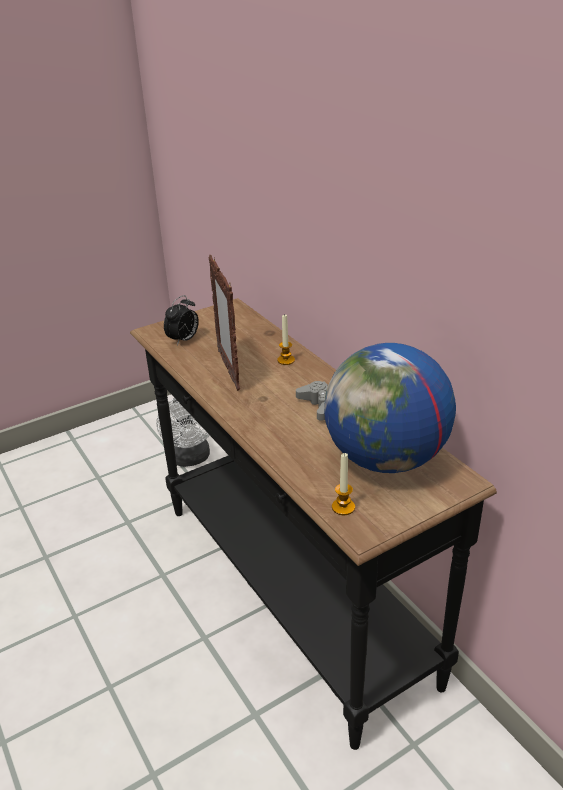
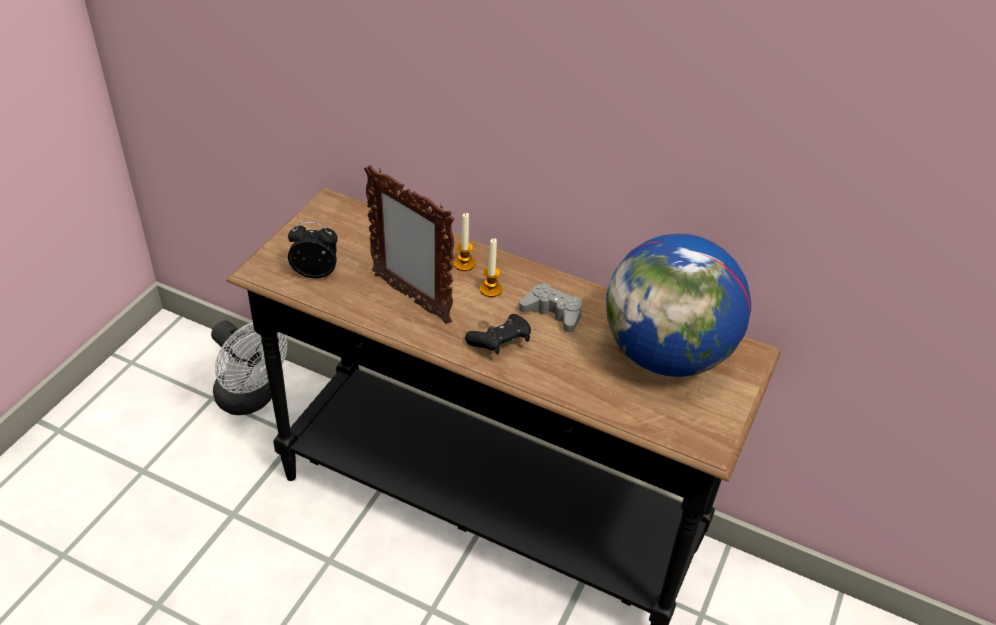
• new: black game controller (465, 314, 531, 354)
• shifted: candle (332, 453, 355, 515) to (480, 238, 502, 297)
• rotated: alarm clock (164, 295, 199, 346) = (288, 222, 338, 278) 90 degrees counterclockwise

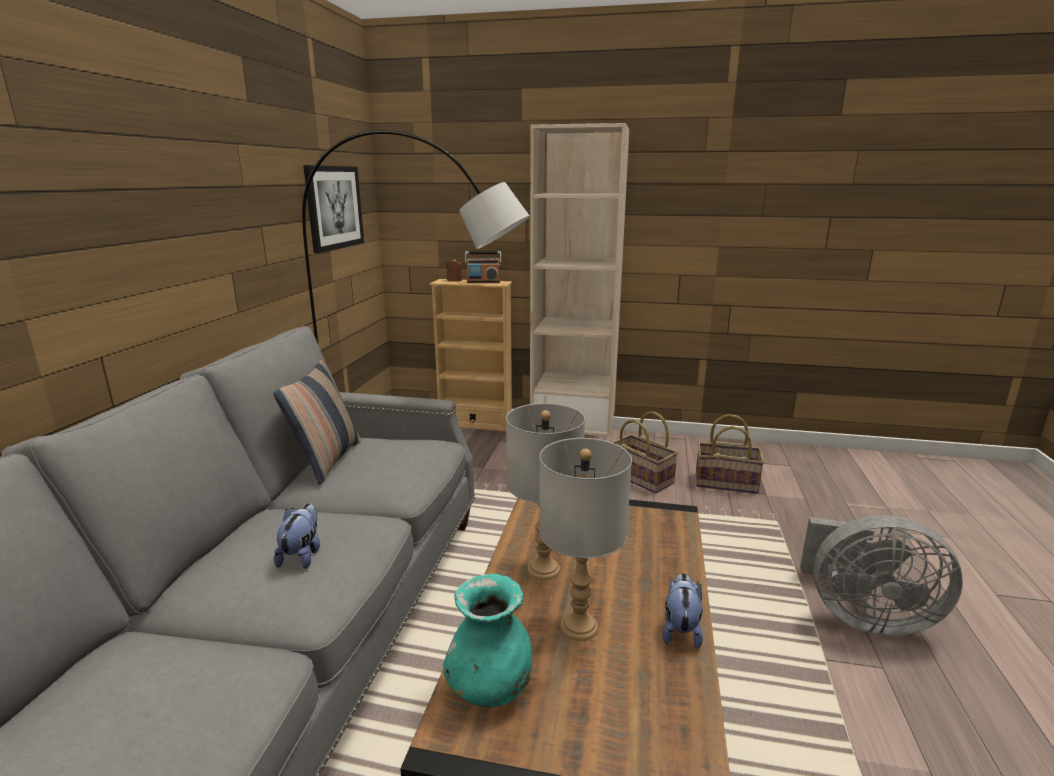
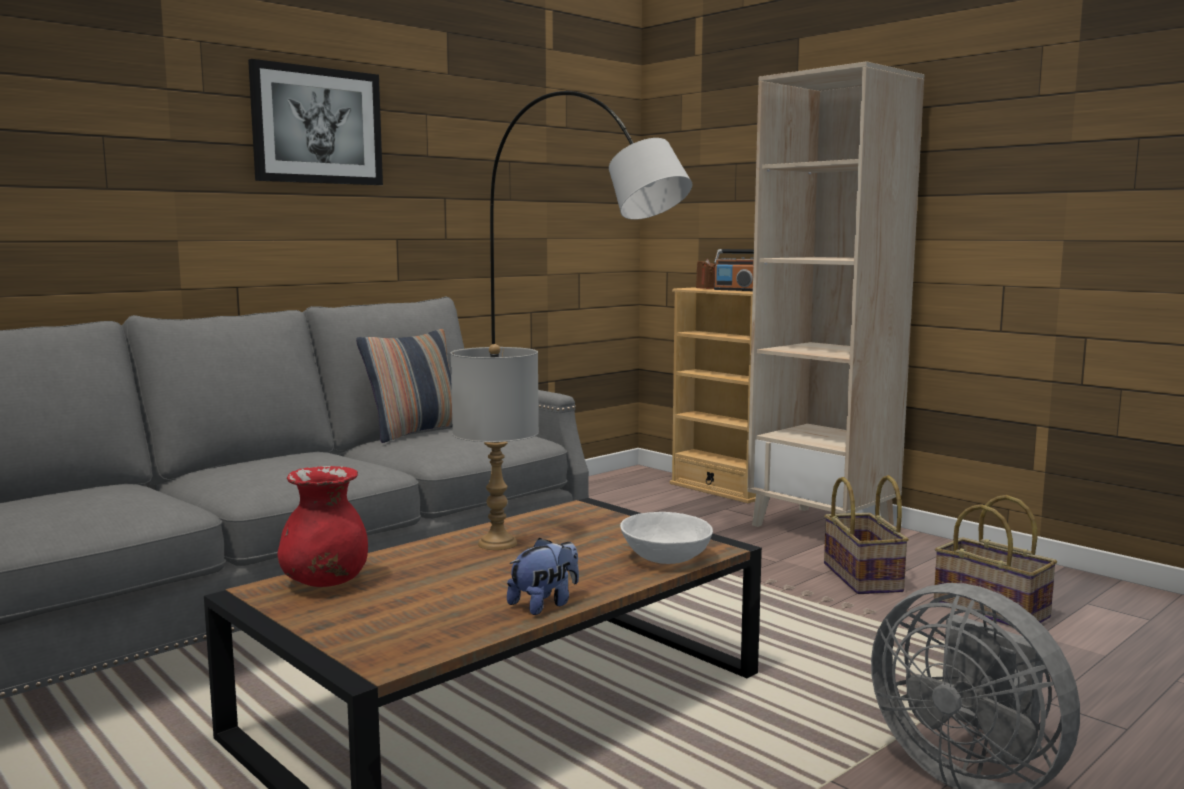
• gone: plush toy (274, 503, 320, 569)
• gone: grey table lamp (539, 438, 632, 641)
• new: white bowl (620, 512, 713, 564)
• shifted: picture (303, 165, 364, 253) to (248, 59, 383, 185)
• repainted: turquoise vase (443, 574, 532, 707) to red vase (277, 466, 368, 587)

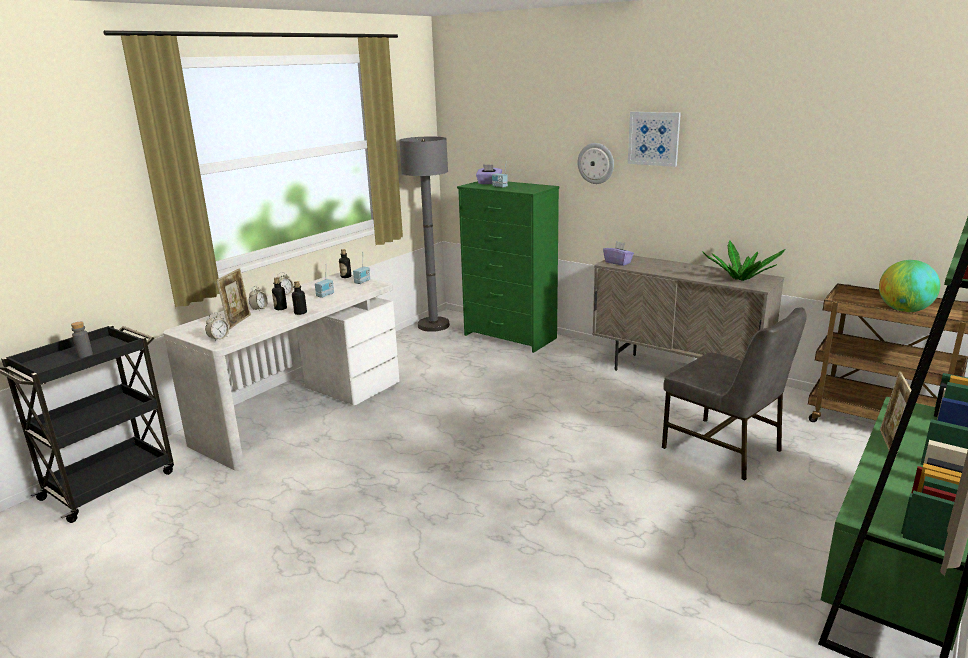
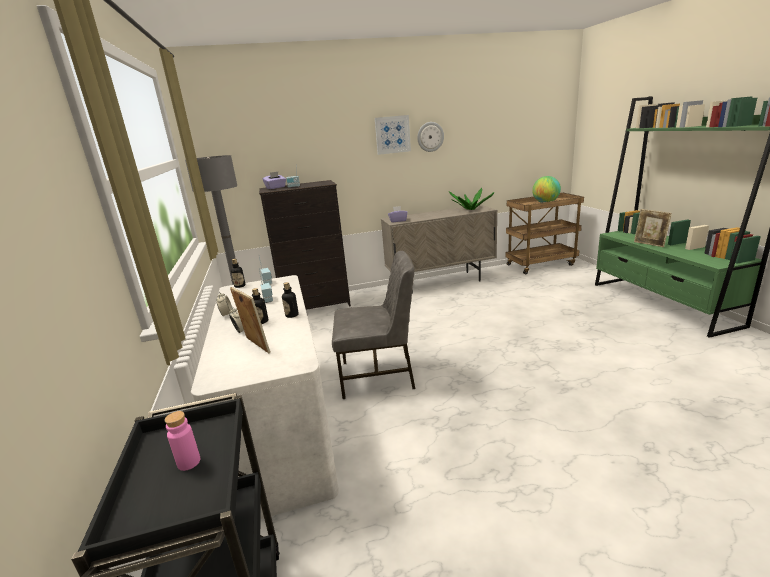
• gone: alarm clock (205, 312, 229, 341)
• shifted: wall clock (578, 143, 614, 184) to (417, 122, 444, 152)
• shifted: grey chair (662, 307, 807, 480) to (332, 251, 416, 399)
• repainted: grey bottle (71, 322, 93, 358) to pink bottle (165, 411, 200, 471)
• repainted: green dresser (457, 181, 559, 353) to black dresser (259, 180, 351, 310)

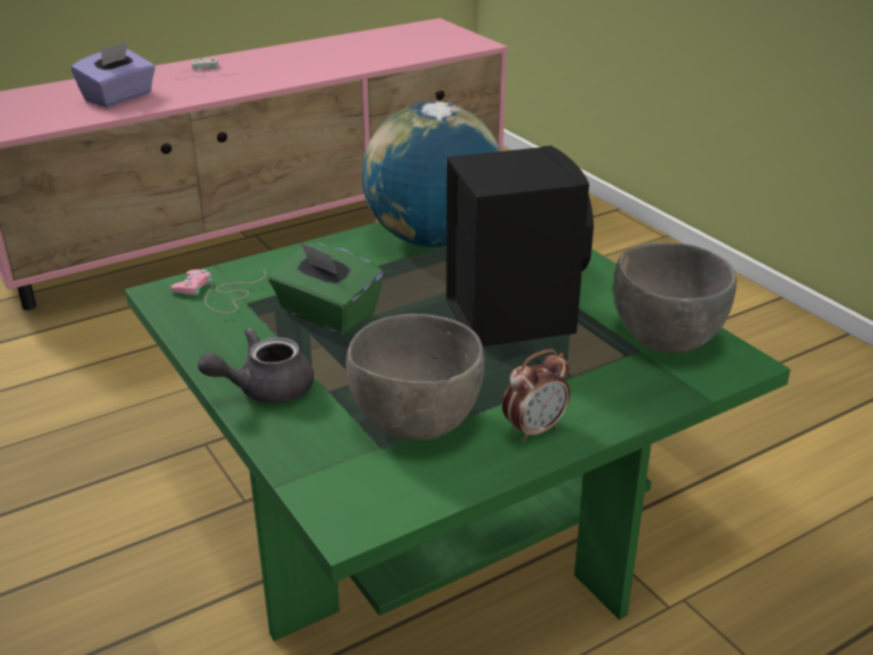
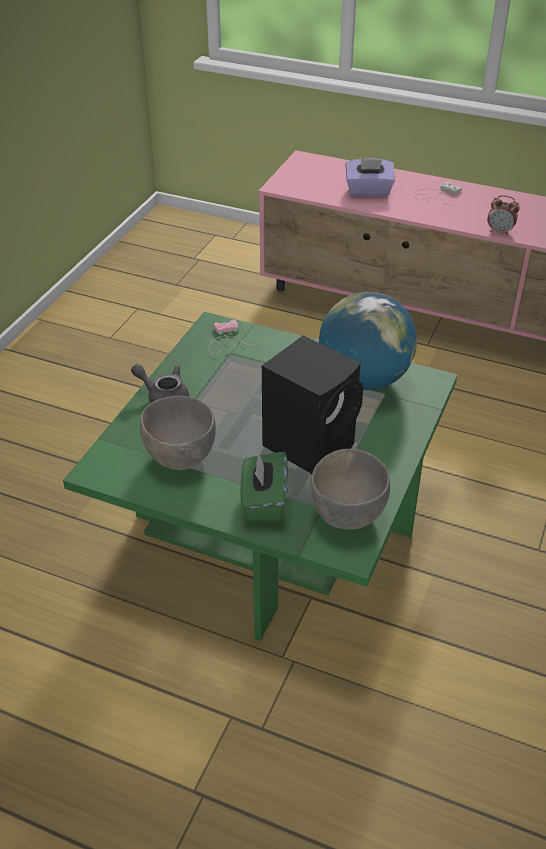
• shifted: green tissue box (269, 242, 384, 334) to (240, 451, 288, 522)
• shifted: alarm clock (502, 349, 570, 442) to (487, 195, 520, 235)

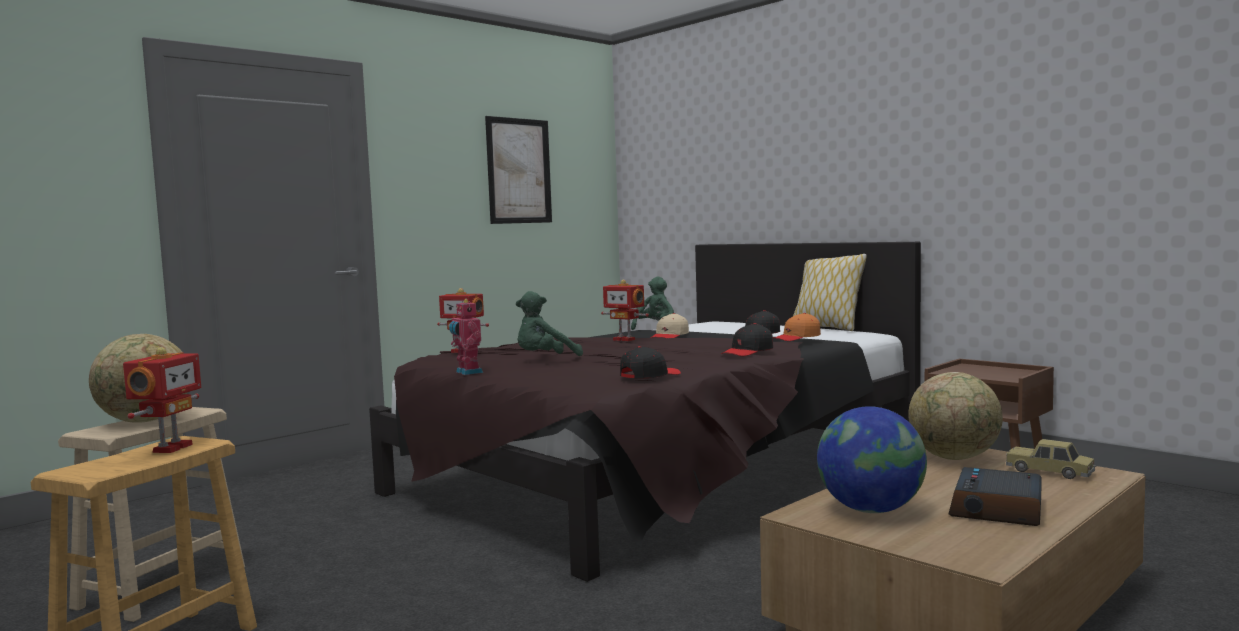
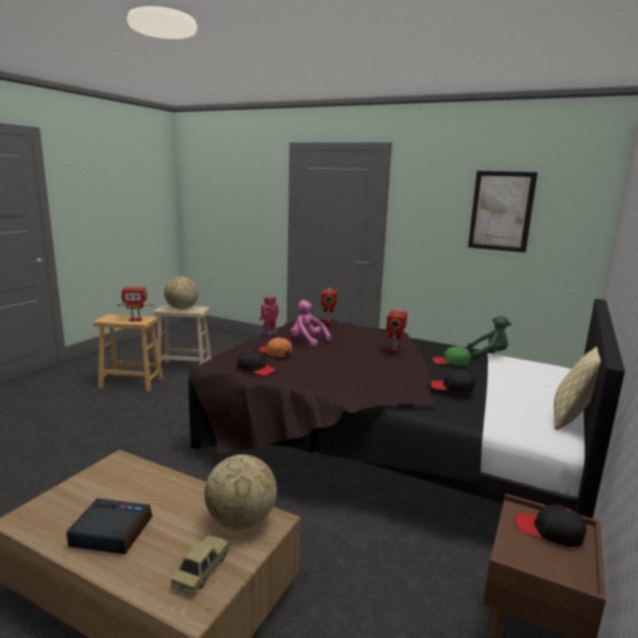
• gone: globe (817, 406, 927, 513)
• shifted: black cap (721, 323, 773, 356) to (516, 505, 587, 547)
• shifted: orange cap (773, 313, 821, 341) to (259, 338, 292, 357)
• repainted: green plush toy (516, 291, 583, 356) to pink plush toy (291, 300, 331, 347)
• repainted: beige cap (651, 313, 689, 338) to green cap (432, 346, 471, 366)

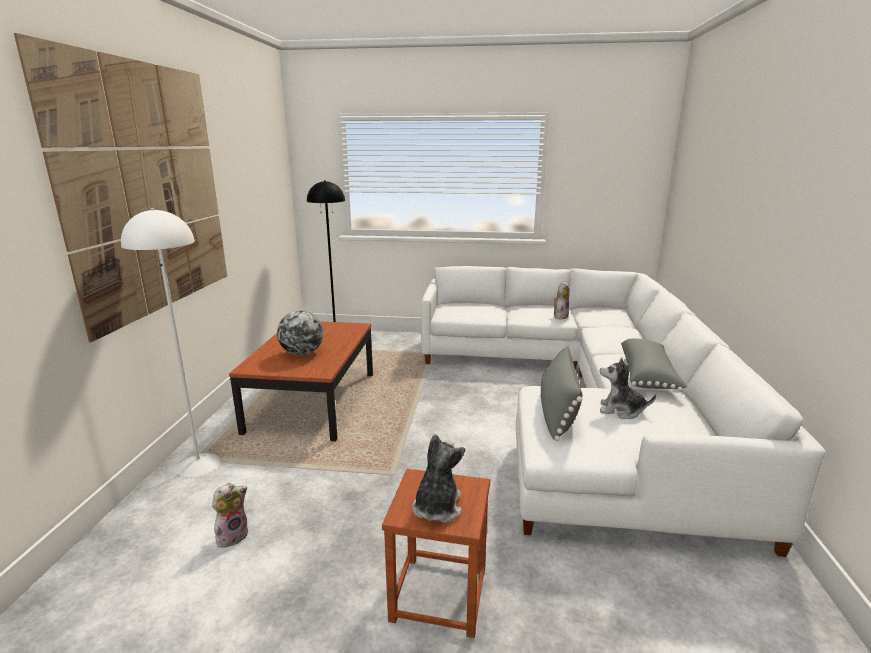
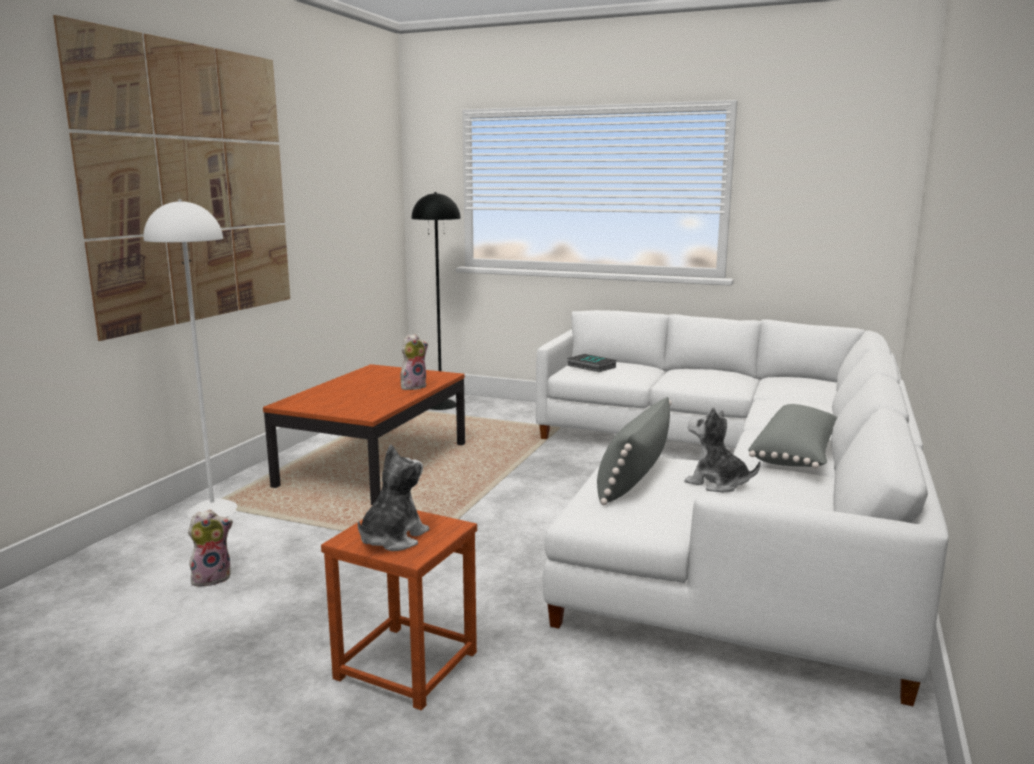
• gone: globe (277, 310, 324, 356)
• new: book (568, 354, 616, 372)
• shifted: plush toy (553, 281, 570, 320) to (401, 334, 428, 390)

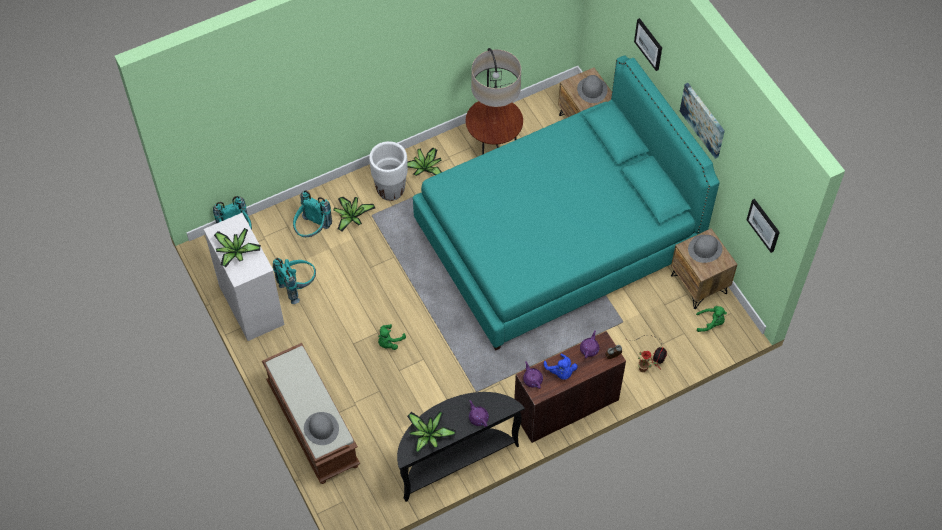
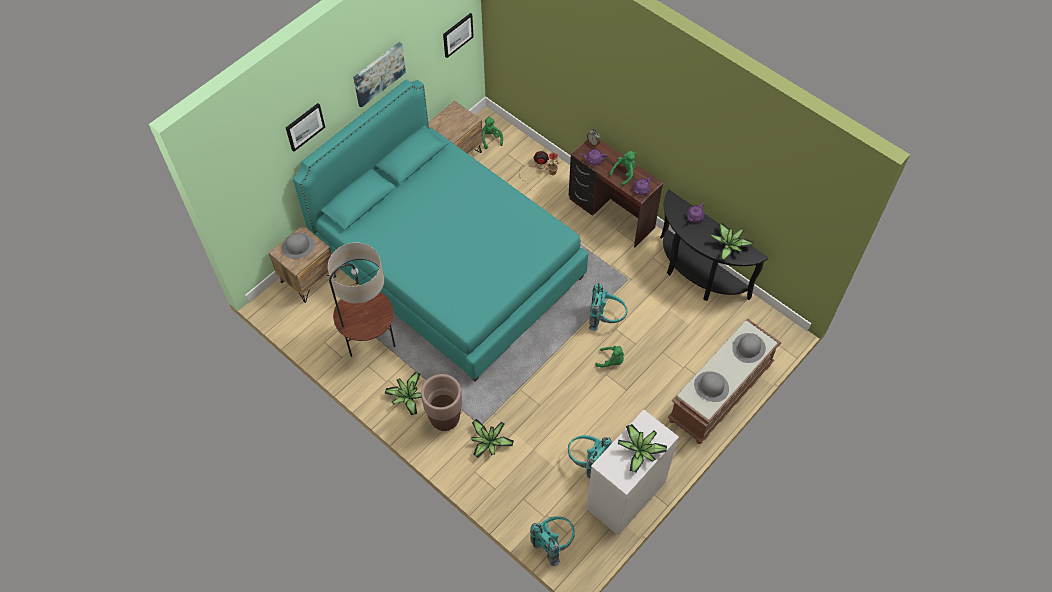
• shifted: turquoise backpack (293, 190, 332, 237) to (589, 283, 628, 331)
• shifted: grey hat (688, 235, 722, 263) to (694, 371, 729, 402)
• repainted: white planter (369, 141, 408, 201) to brown planter (421, 374, 462, 431)
• repainted: blue plush toy (544, 354, 578, 380) to green plush toy (609, 151, 637, 186)

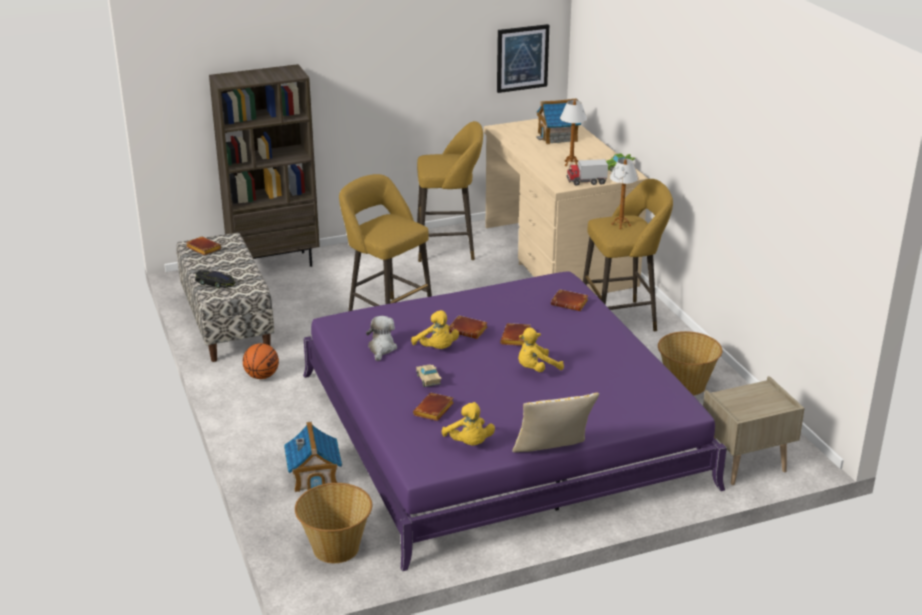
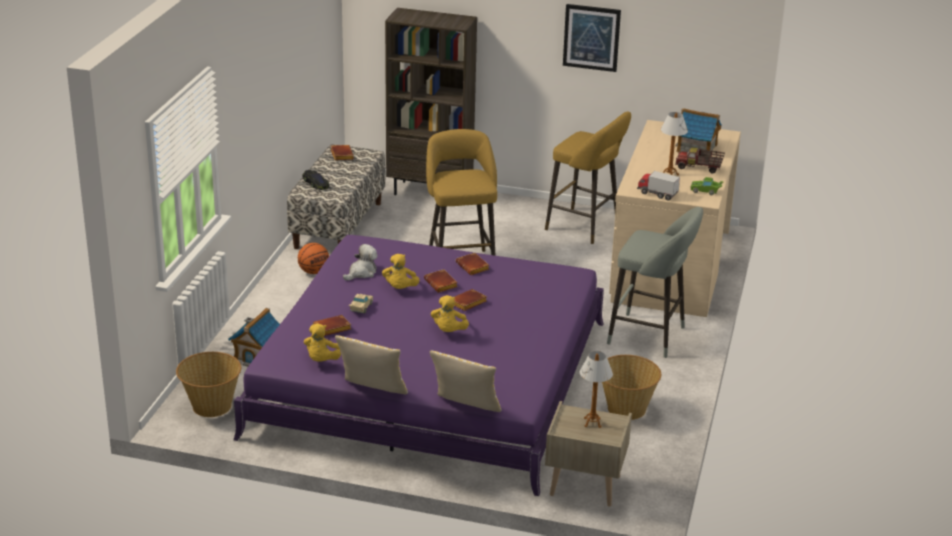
• new: pillow (430, 350, 502, 412)
• new: toy truck (675, 147, 725, 173)
• shifted: picture (497, 24, 549, 93) to (563, 4, 621, 72)
• shifted: brown book (551, 289, 588, 311) to (456, 253, 489, 275)
• shifted: table lamp (610, 158, 639, 229) to (580, 351, 613, 428)
• repainted: yellow stool (583, 179, 673, 331) to grey stool (607, 207, 703, 358)
• rotated: yellow plush toy (518, 328, 564, 372) = (431, 295, 469, 332) 90 degrees counterclockwise

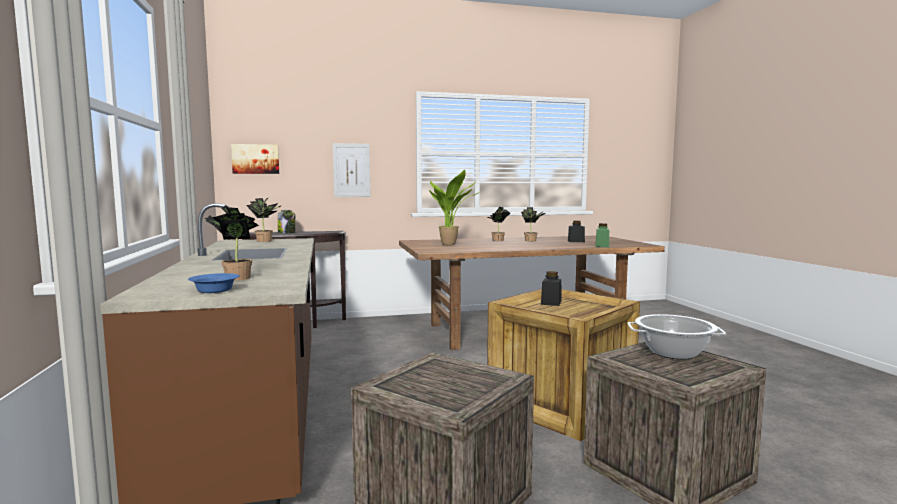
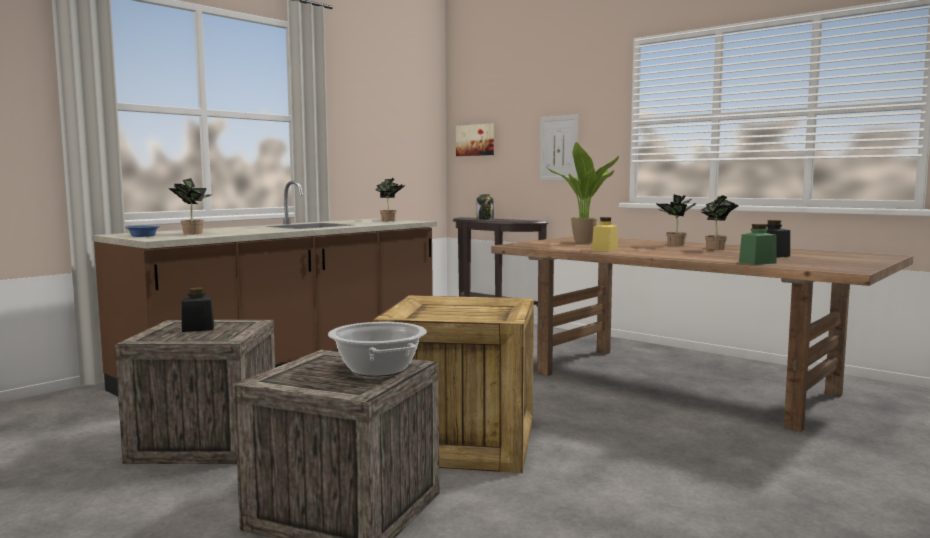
• new: yellow jar (592, 217, 618, 252)
• shifted: black jar (541, 271, 561, 306) to (182, 287, 214, 332)

